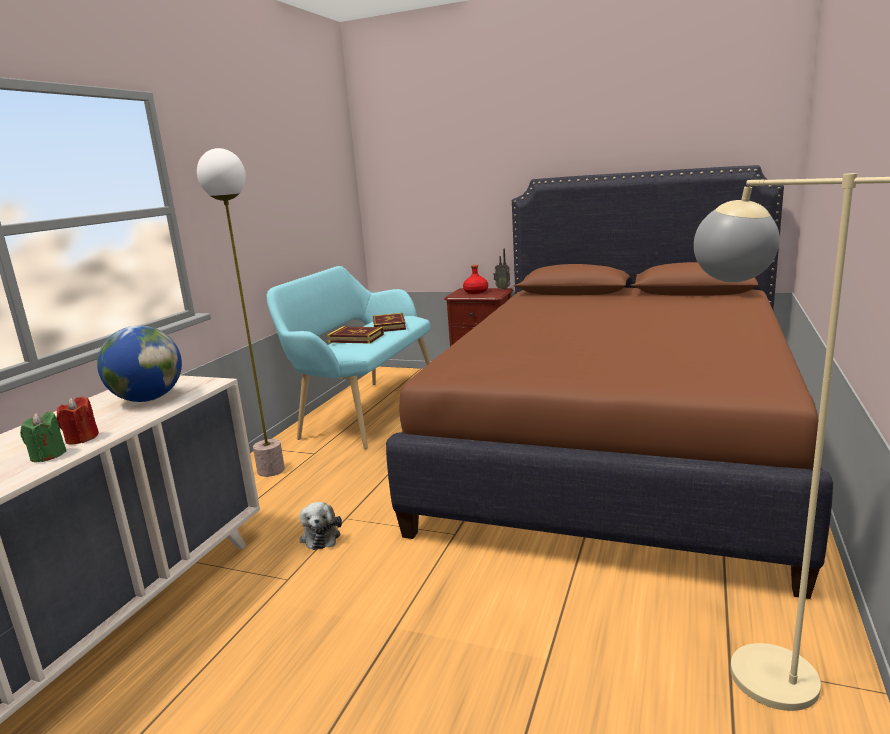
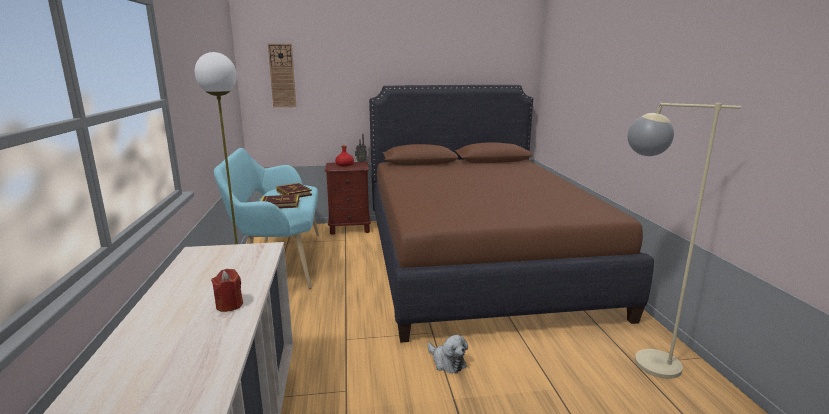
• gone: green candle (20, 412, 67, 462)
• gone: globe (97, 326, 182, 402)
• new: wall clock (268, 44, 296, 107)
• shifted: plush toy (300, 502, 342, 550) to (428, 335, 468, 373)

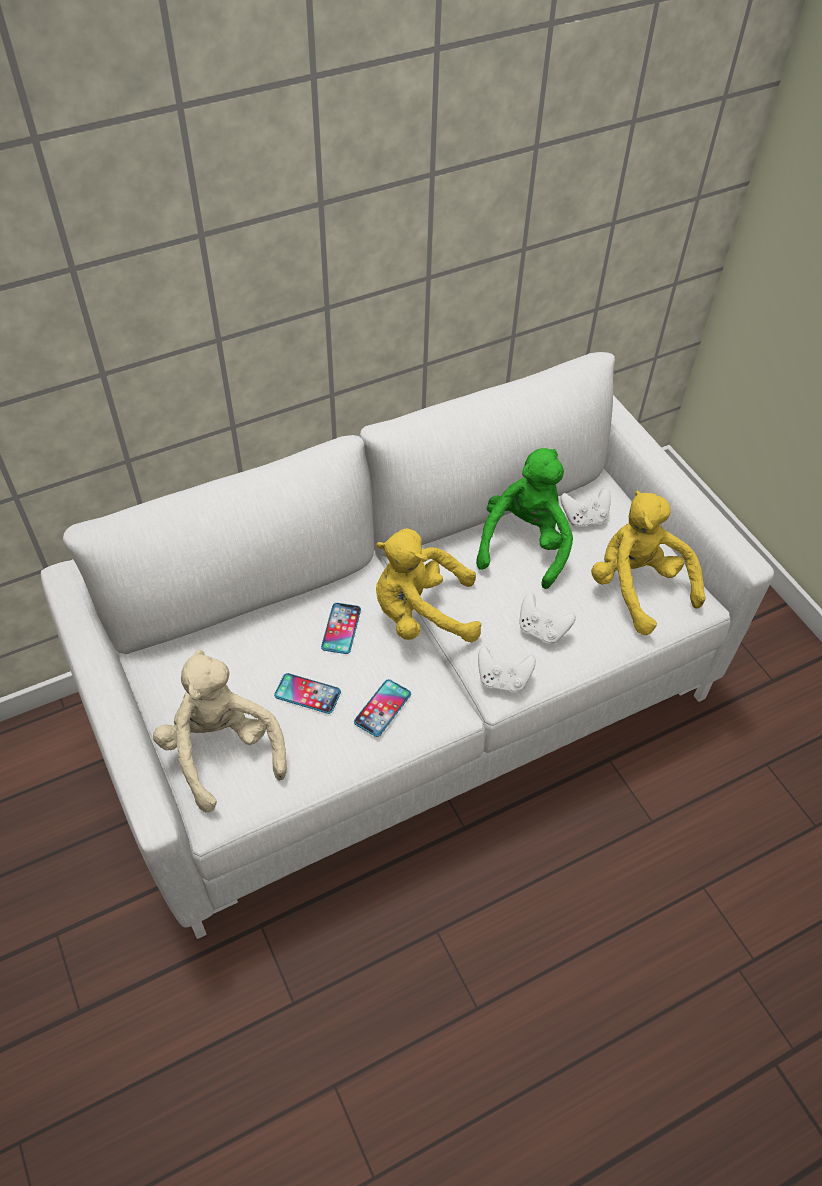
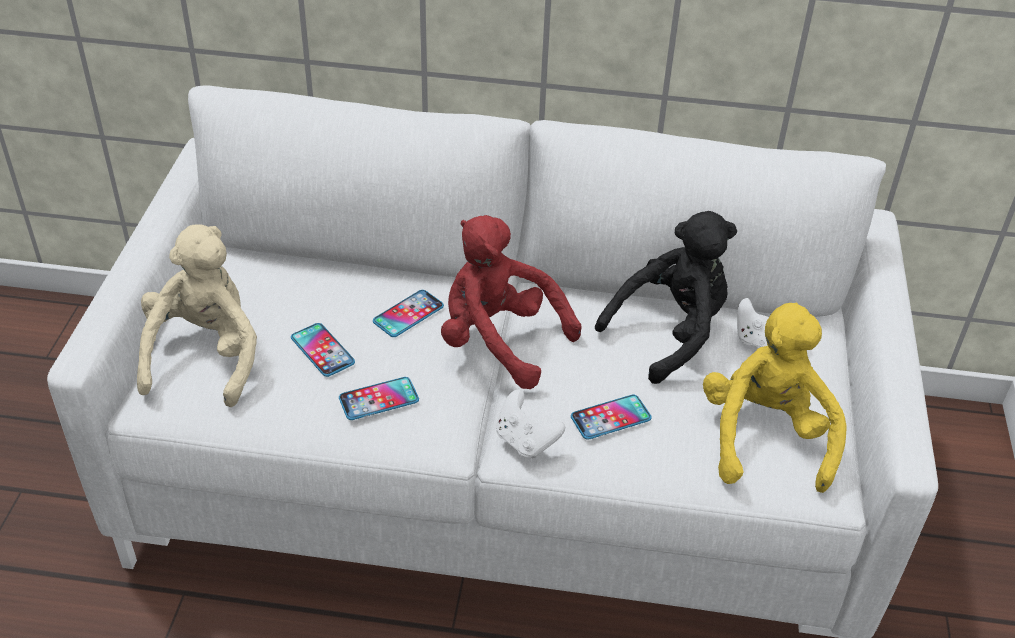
• swapped: white game controller (519, 593, 576, 644) to phone (571, 395, 652, 440)
• repainted: yellow plush toy (376, 528, 482, 642) to red plush toy (441, 215, 582, 389)
• repainted: green plush toy (476, 448, 573, 589) to black plush toy (595, 211, 737, 384)

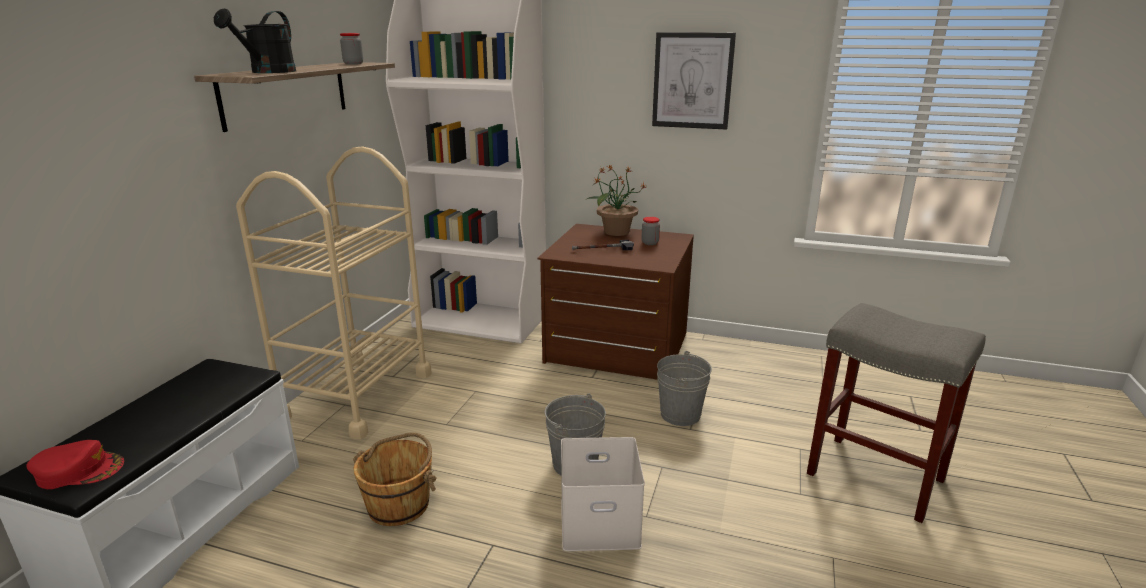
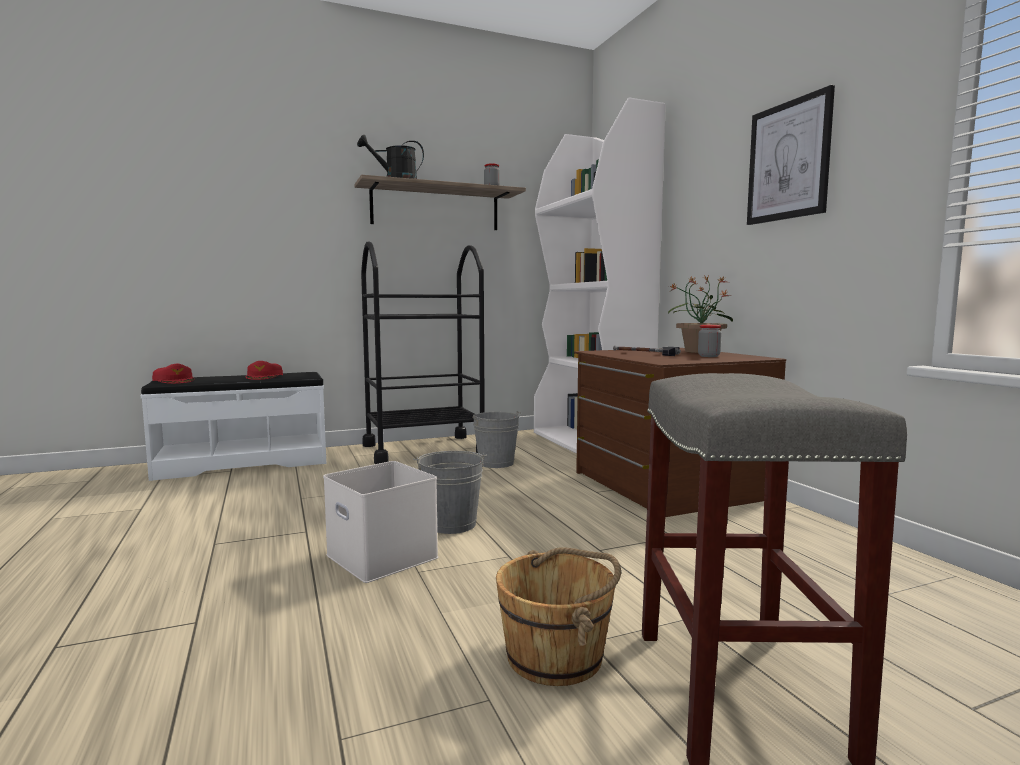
• new: red cap (246, 361, 283, 380)
• shifted: brown bucket (353, 432, 436, 526) to (496, 547, 621, 686)
• shifted: grey bucket (657, 351, 712, 426) to (472, 411, 521, 468)
• repainted: beige cart (236, 146, 432, 439) to black cart (361, 241, 485, 464)

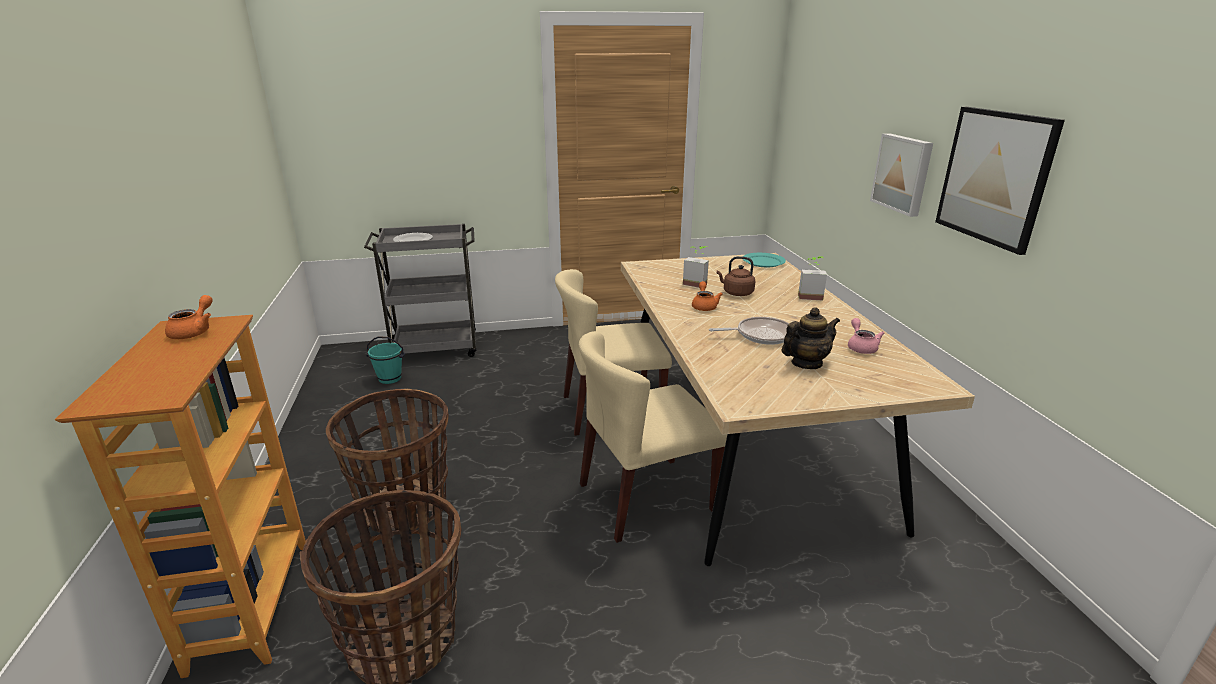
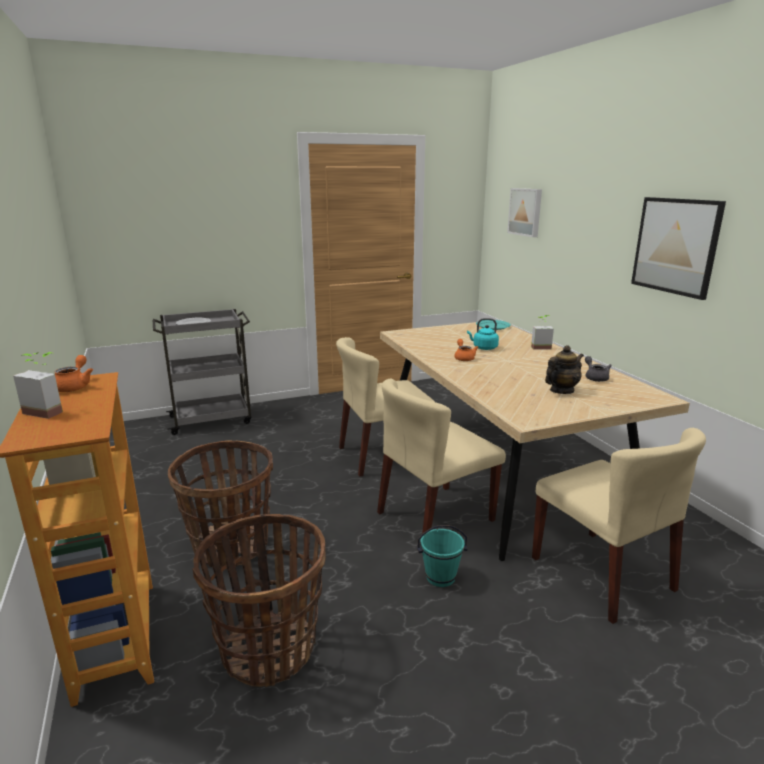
• gone: frying pan (709, 317, 789, 345)
• new: beige chair (532, 428, 706, 624)
• shifted: turquoise bucket (366, 336, 405, 384) to (417, 525, 468, 587)
• shifted: potted plant (683, 246, 709, 288) to (13, 352, 63, 419)
• shifted: picture (870, 133, 933, 217) to (507, 188, 542, 237)
• repainted: brown kettle (717, 256, 755, 296) to turquoise kettle (467, 318, 499, 350)
• repainted: pink teapot (848, 318, 884, 354) to grey teapot (585, 356, 612, 382)

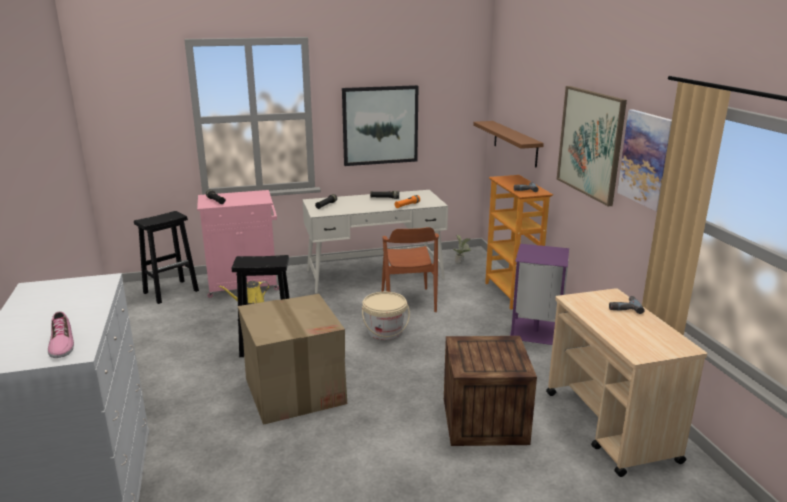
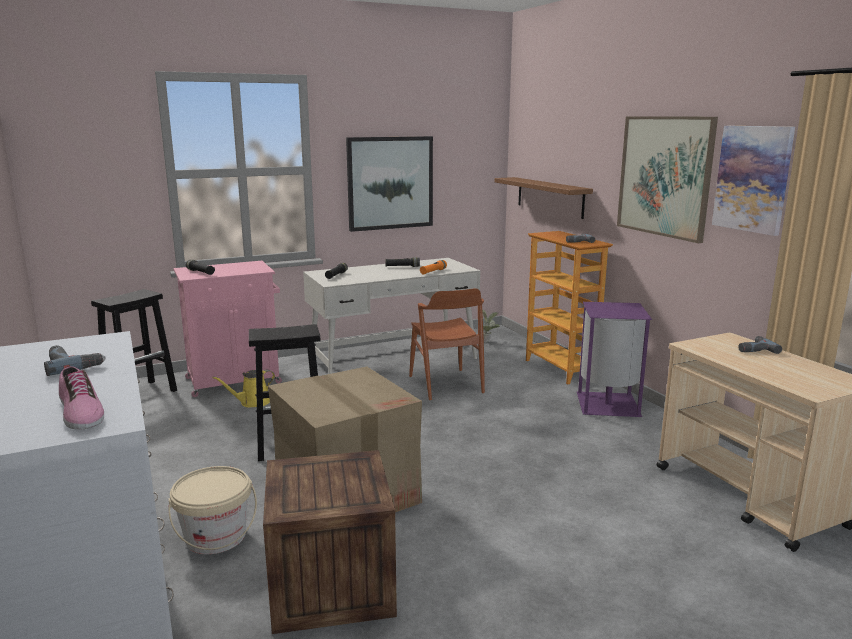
• new: power drill (44, 345, 105, 376)
• shifted: beige bucket (362, 292, 410, 340) to (169, 466, 257, 554)
• shifted: crate (444, 336, 537, 446) to (263, 450, 397, 634)

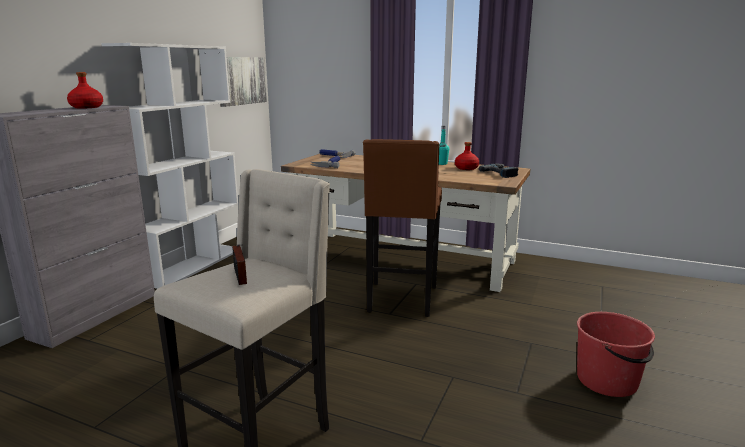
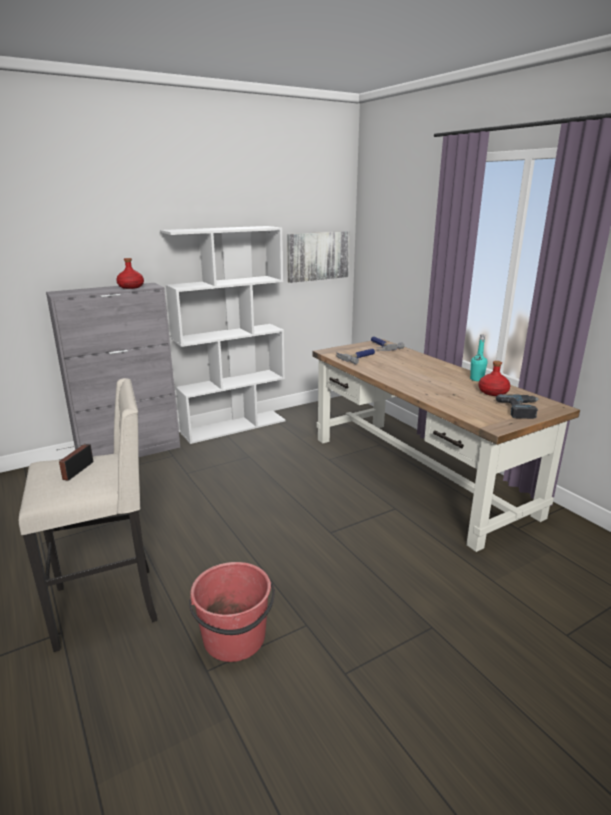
• gone: brown stool (363, 139, 442, 317)
• shifted: red bucket (577, 312, 655, 397) to (189, 562, 275, 662)

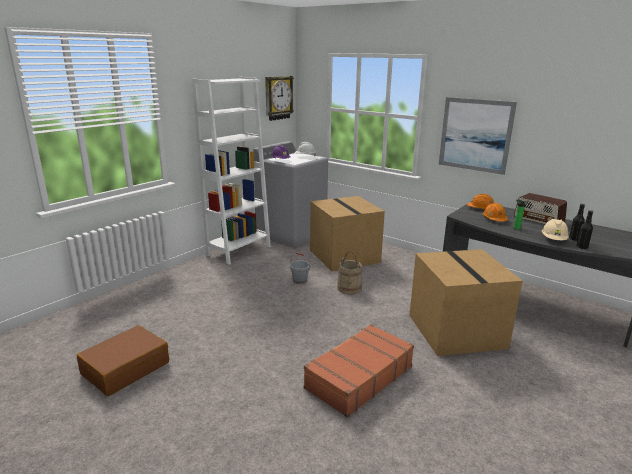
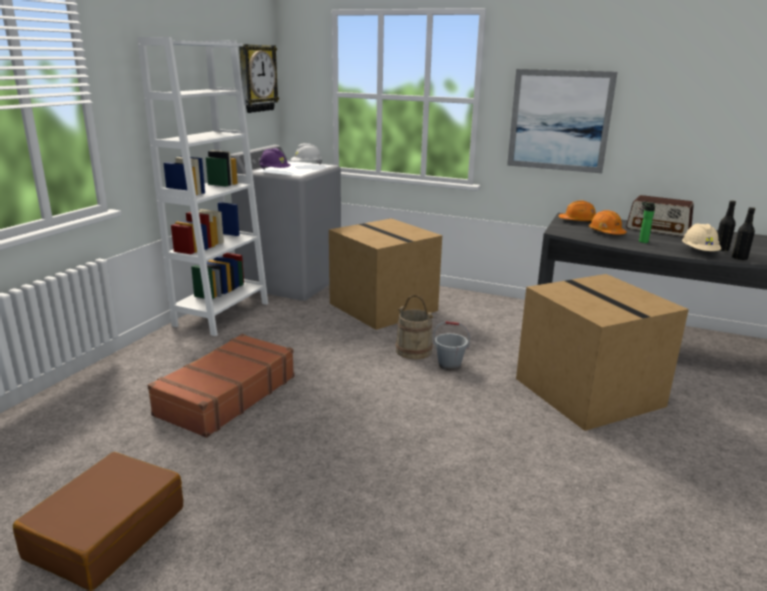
• shifted: grey bucket (290, 252, 310, 284) to (433, 321, 470, 370)
• shifted: brown suitcase (304, 324, 414, 417) to (147, 334, 295, 438)

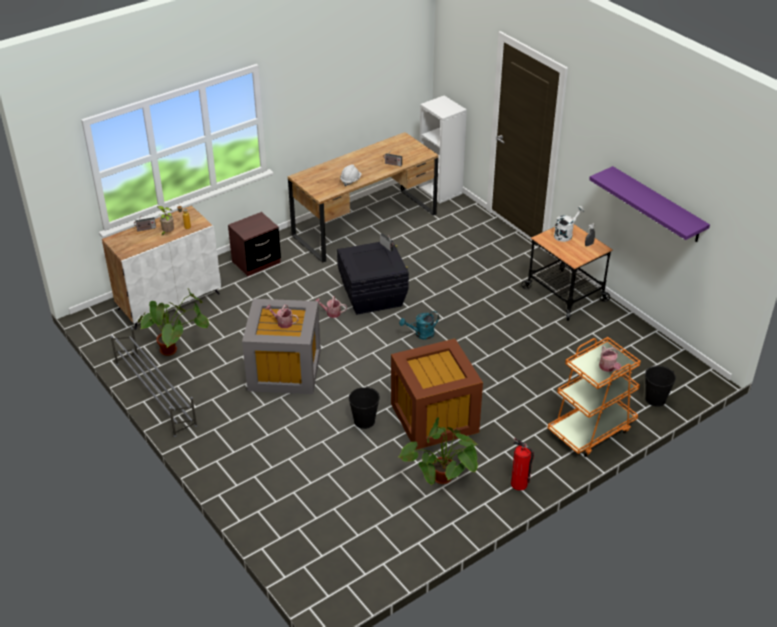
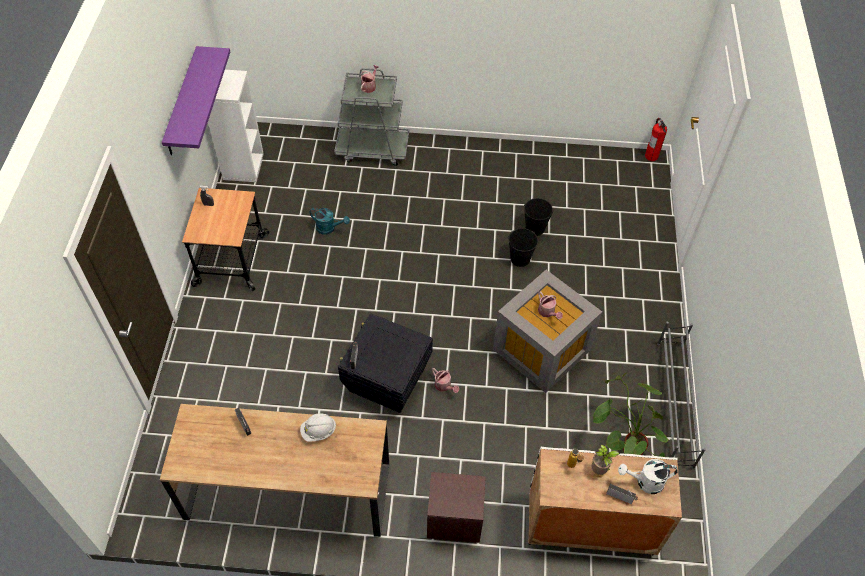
• gone: brown storage box (391, 339, 483, 450)
• gone: potted plant (398, 417, 478, 485)
• shifted: turquoise watering can (399, 311, 439, 340) to (310, 208, 350, 235)
• shifted: white bookcase (419, 96, 467, 203) to (208, 70, 264, 182)
• shifted: fire extinguisher (511, 438, 534, 491) to (645, 118, 667, 161)
• shifted: white watering can (554, 206, 585, 242) to (618, 459, 678, 494)
• shifted: black bucket (645, 365, 676, 407) to (524, 198, 553, 236)
• repainted: orange cart (548, 337, 641, 457) to grey cart (334, 68, 409, 166)

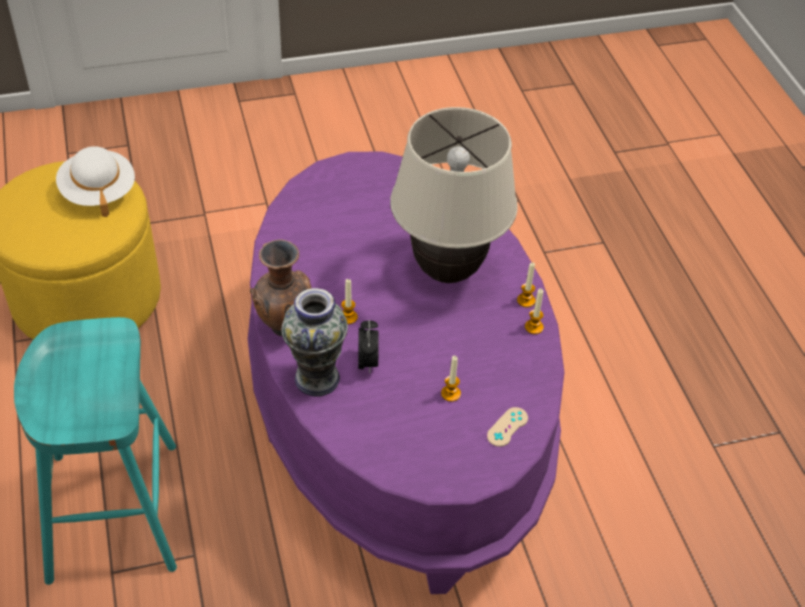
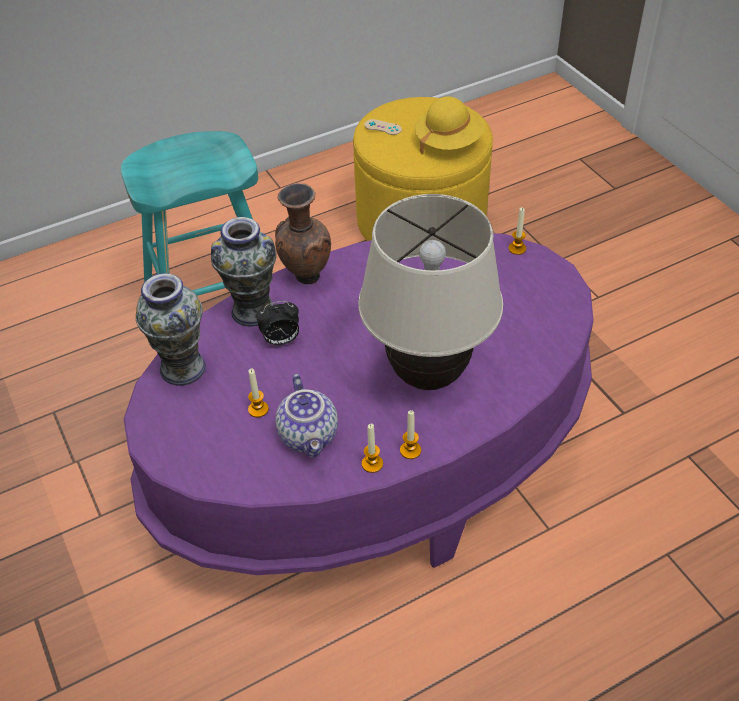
• new: vase (136, 273, 206, 386)
• new: teapot (275, 374, 338, 458)
• shifted: candle (341, 279, 358, 324) to (509, 208, 526, 255)
• shifted: beige game controller (487, 407, 528, 447) to (364, 119, 402, 135)
• repainted: white hat (56, 146, 135, 217) to yellow hat (415, 97, 486, 154)

